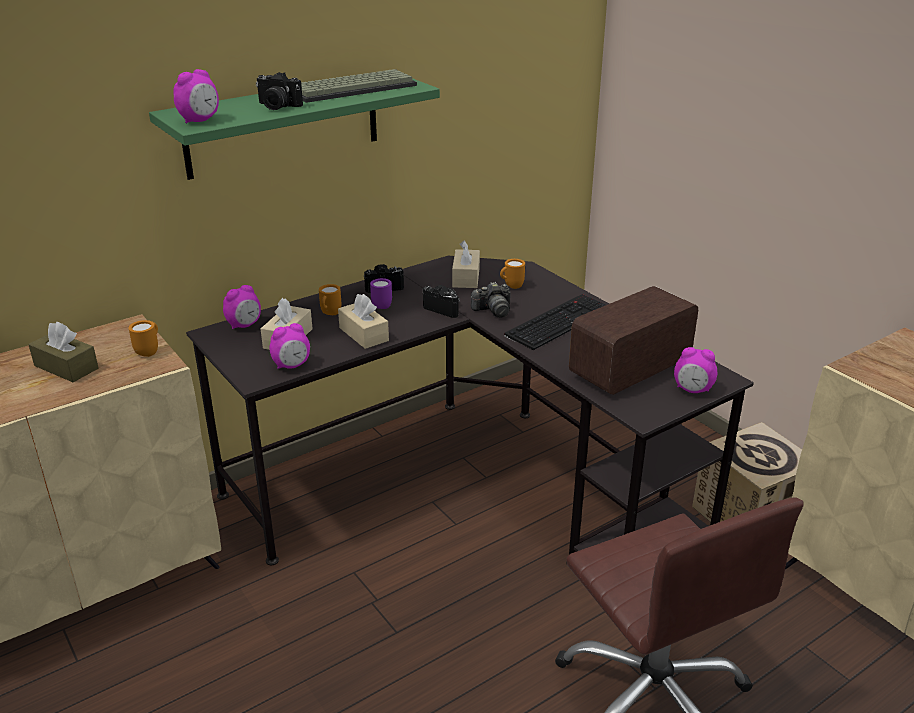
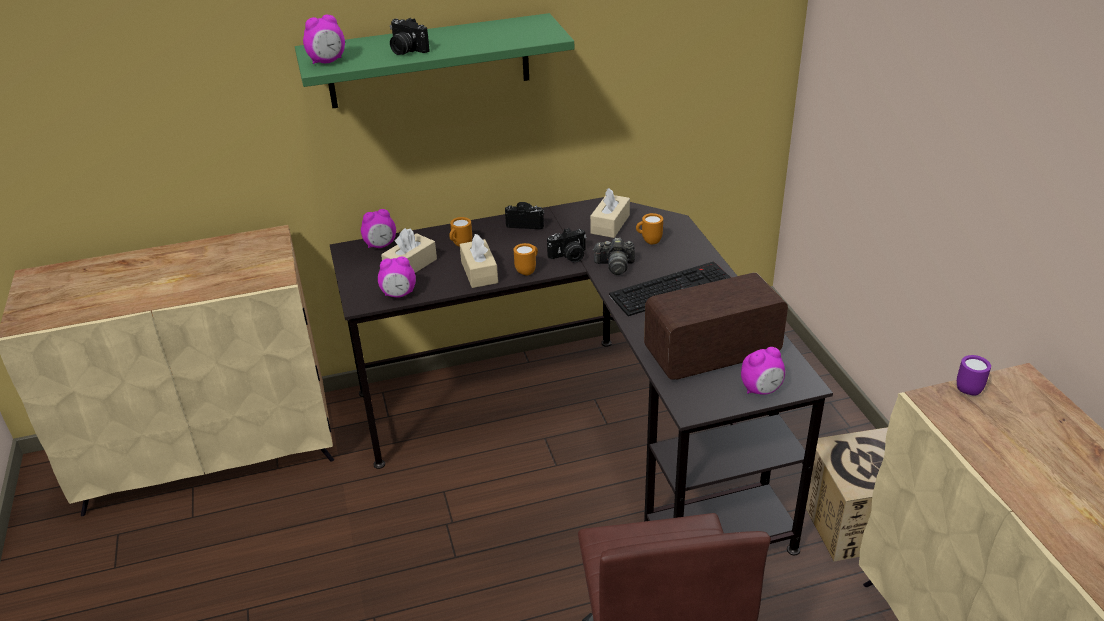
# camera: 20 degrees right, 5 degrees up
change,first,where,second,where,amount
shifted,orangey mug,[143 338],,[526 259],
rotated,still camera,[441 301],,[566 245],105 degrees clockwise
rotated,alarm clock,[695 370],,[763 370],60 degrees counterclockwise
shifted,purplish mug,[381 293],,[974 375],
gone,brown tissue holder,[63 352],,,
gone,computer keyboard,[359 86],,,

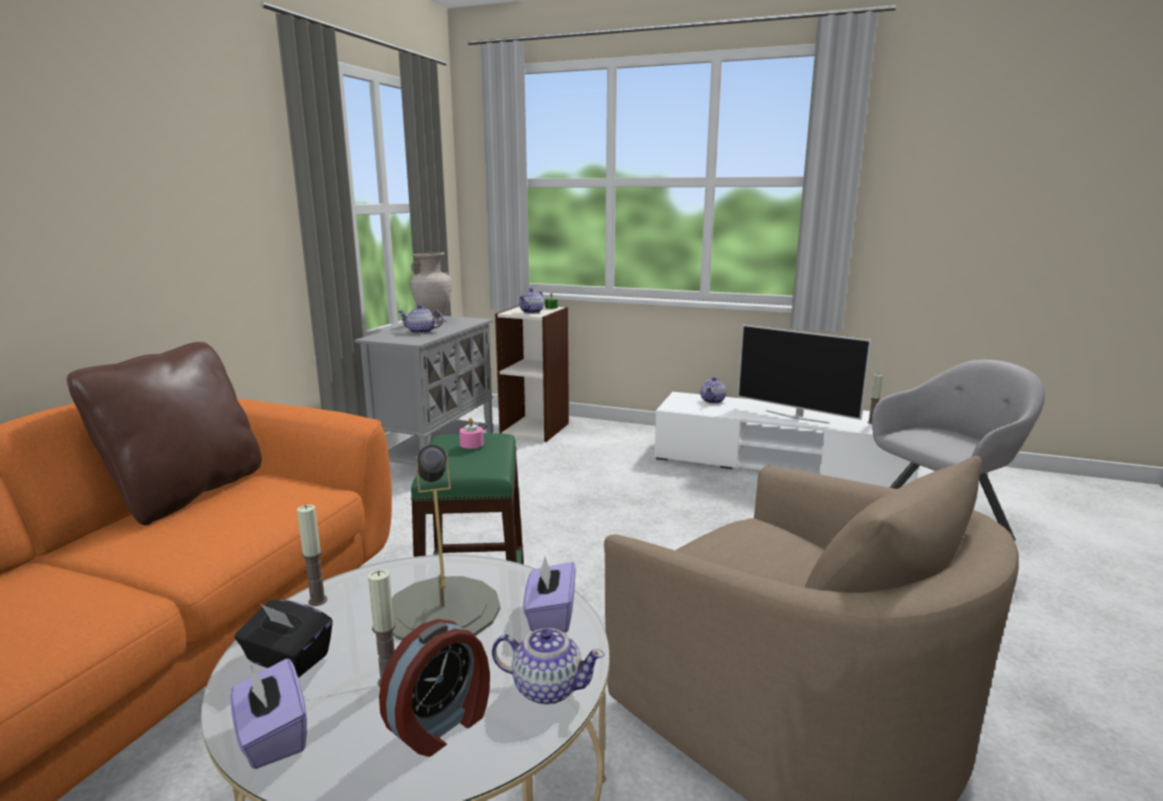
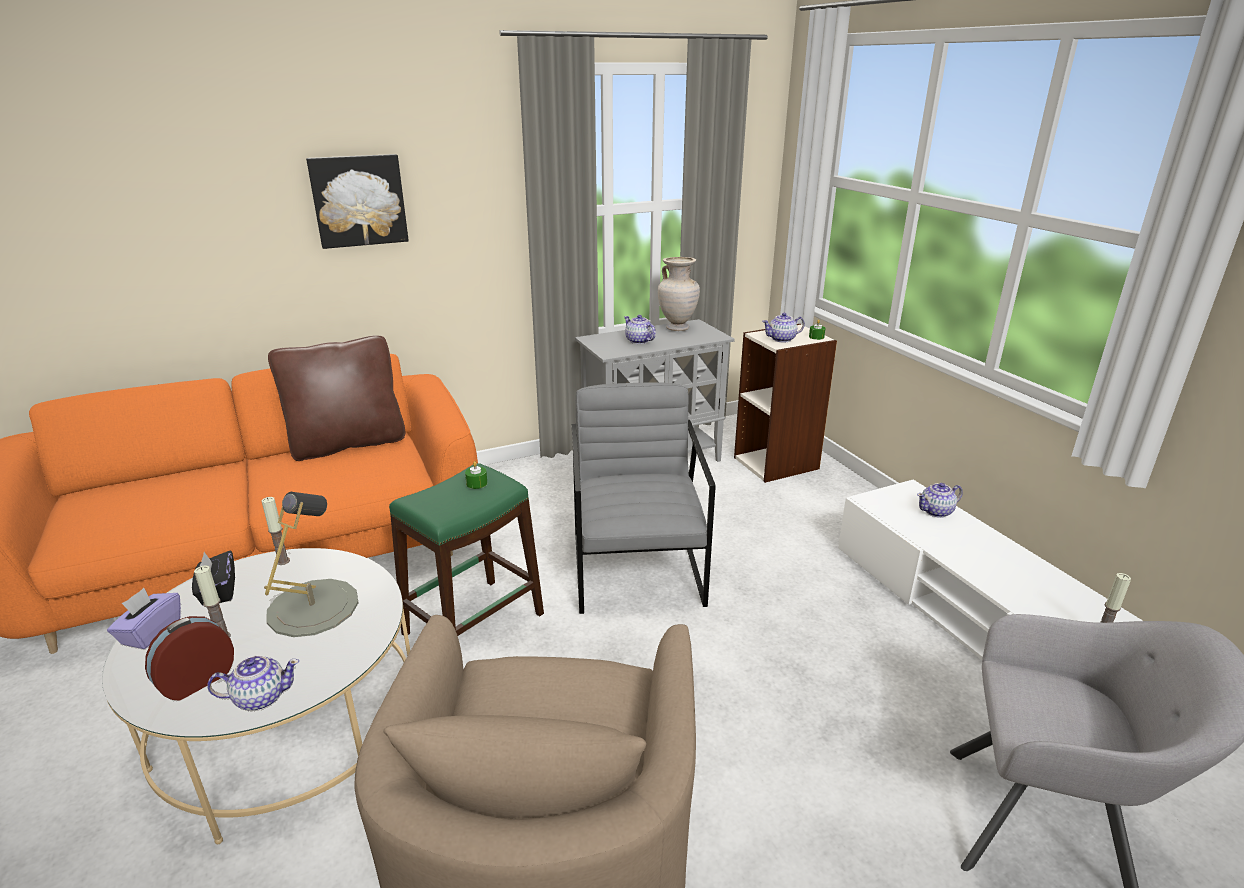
# camera: 45 degrees right, 10 degrees up
change,first,where,second,where,amount
rotated,alarm clock,[434 688],,[189 658],135 degrees clockwise
rotated,teapot,[548 666],,[253 683],75 degrees counterclockwise
new,,,wall art,[357 201],
repainted,pink wax candle,[471 433],green-coloured wax candle,[476 475],
new,,,gray easy chair,[644 498],
gone,purplish tissue holder,[549 594],,,
gone,TV,[804 374],,,

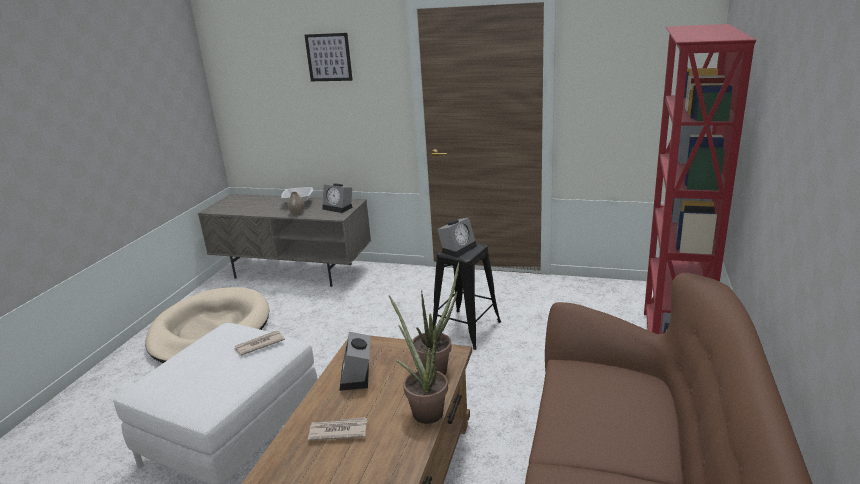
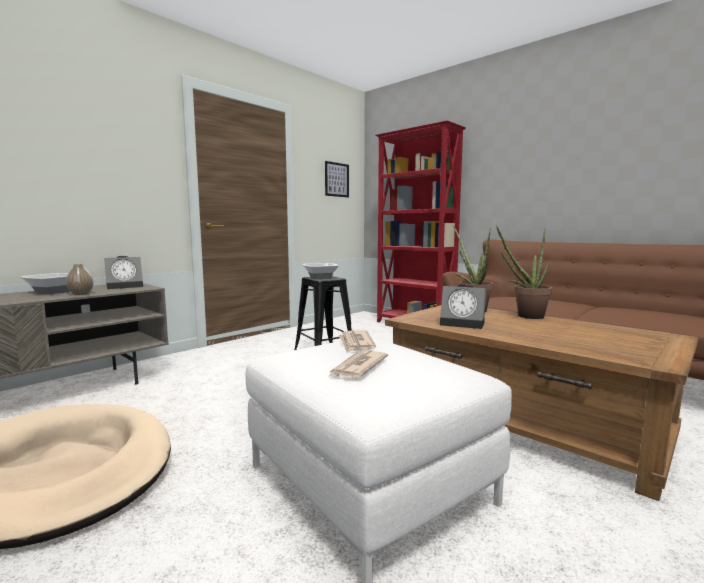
# camera: 65 degrees left, 15 degrees down
change,first,where,second,where,amount
swapped,alarm clock,[457 238],bowl,[321 271],
shifted,wall art,[328 57],,[337 179],
shifted,printed paper,[337 429],,[358 364],

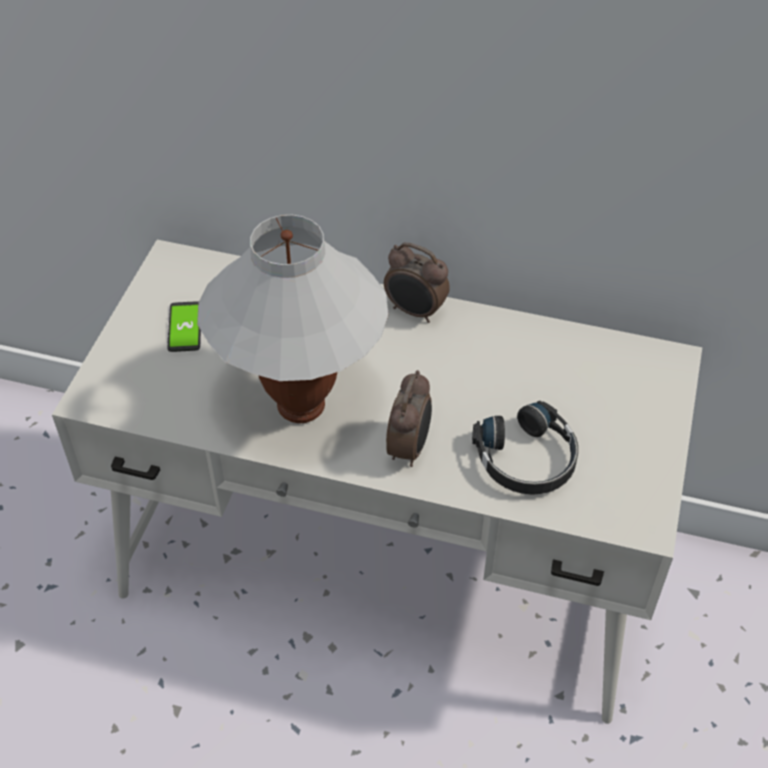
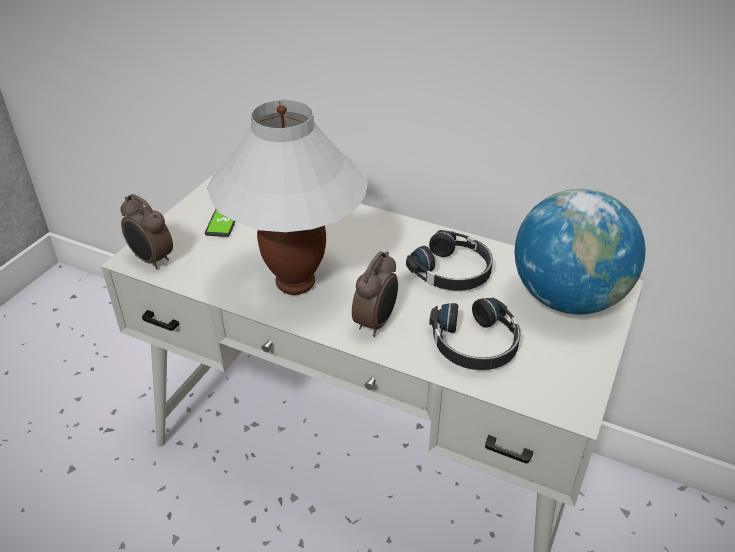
# camera: 10 degrees right, 10 degrees down
change,first,where,second,where,amount
shifted,alarm clock,[417 282],,[146 232],
new,,,blackish headset,[449 260],
new,,,world globe,[580 251],

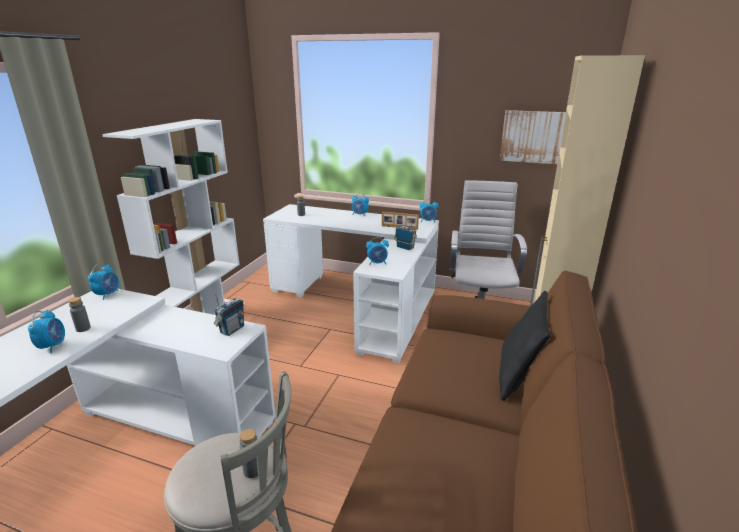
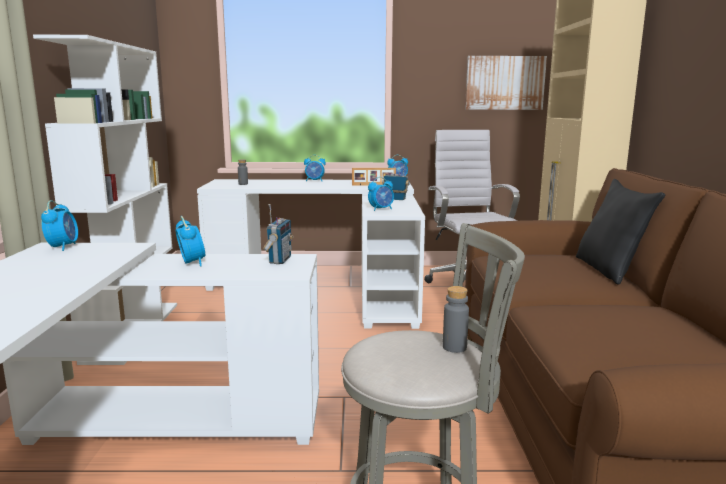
# camera: 20 degrees left, 10 degrees down
change,first,where,second,where,amount
shifted,alarm clock,[46 331],,[190 241],
gone,gray bottle,[79 314],,,

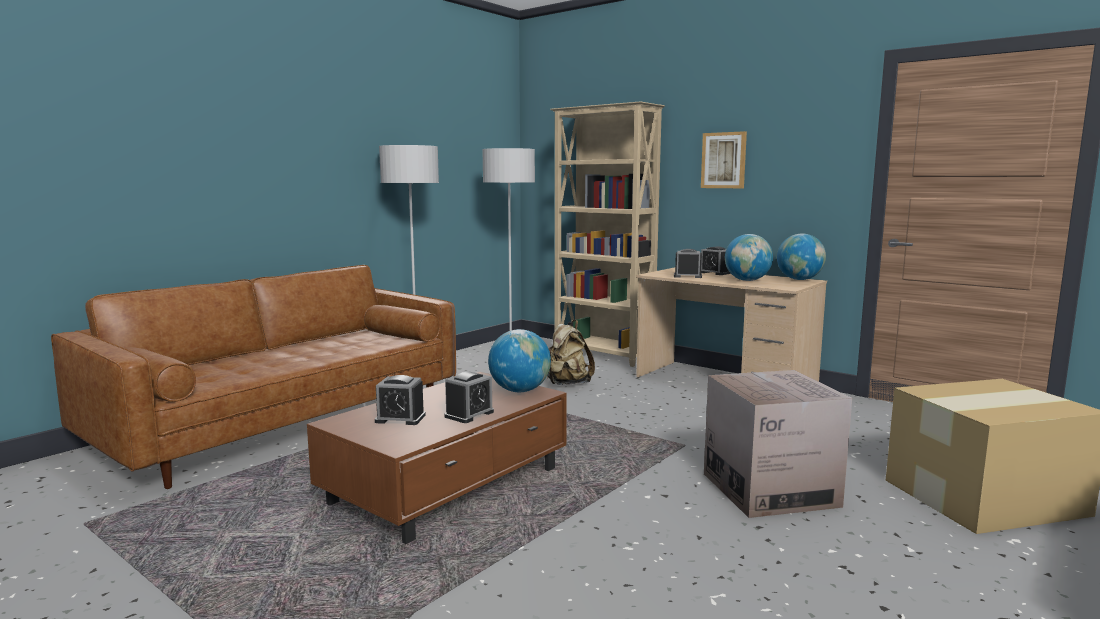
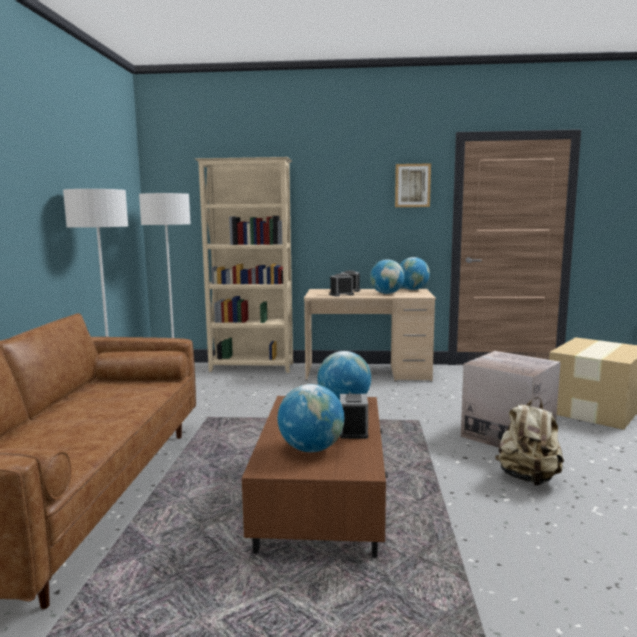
# camera: 35 degrees left, 0 degrees up
change,first,where,second,where,amount
swapped,alarm clock,[400 400],world globe,[311 418],
shifted,wall art,[724 159],,[413 185],
shifted,beige knapsack,[571 352],,[529 441],

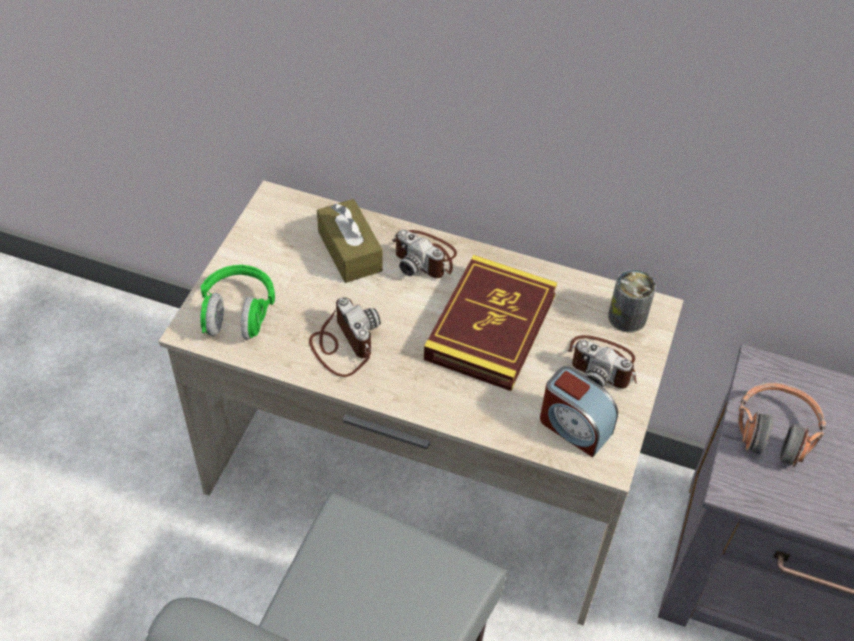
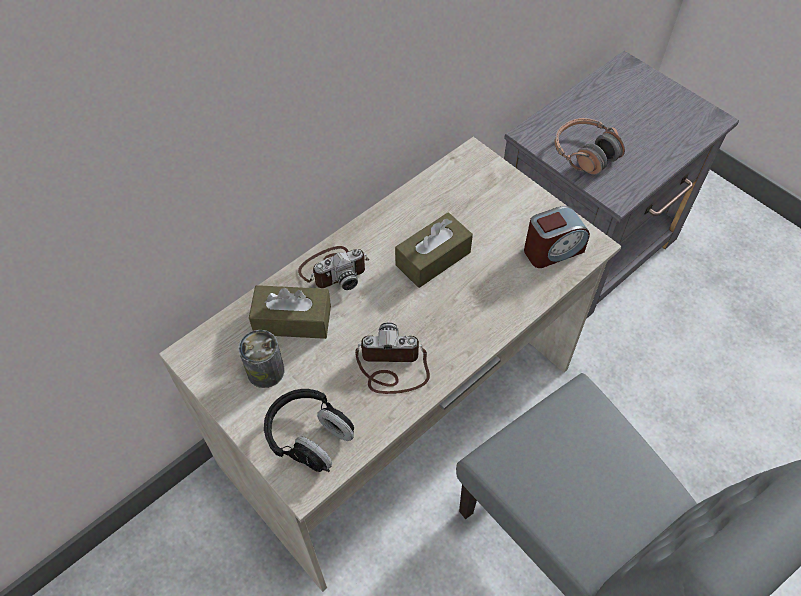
# camera: 60 degrees left, 5 degrees up
change,first,where,second,where,amount
shifted,can,[632 301],,[262 359],
repainted,green-coloured headset,[237 302],blackish headset,[309 430],
swapped,bound book,[490 323],brown tissue holder,[434 250],
gone,still camera,[602 362],,,

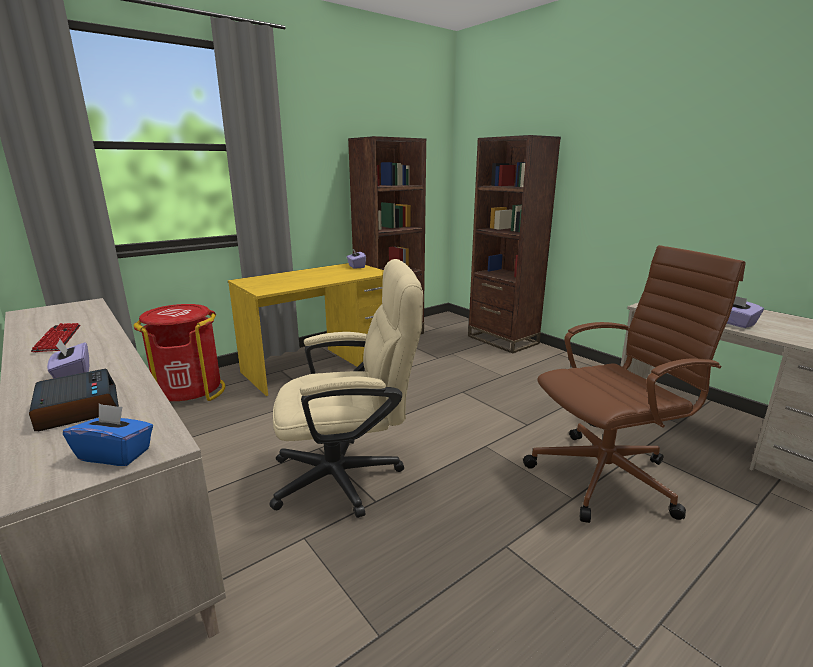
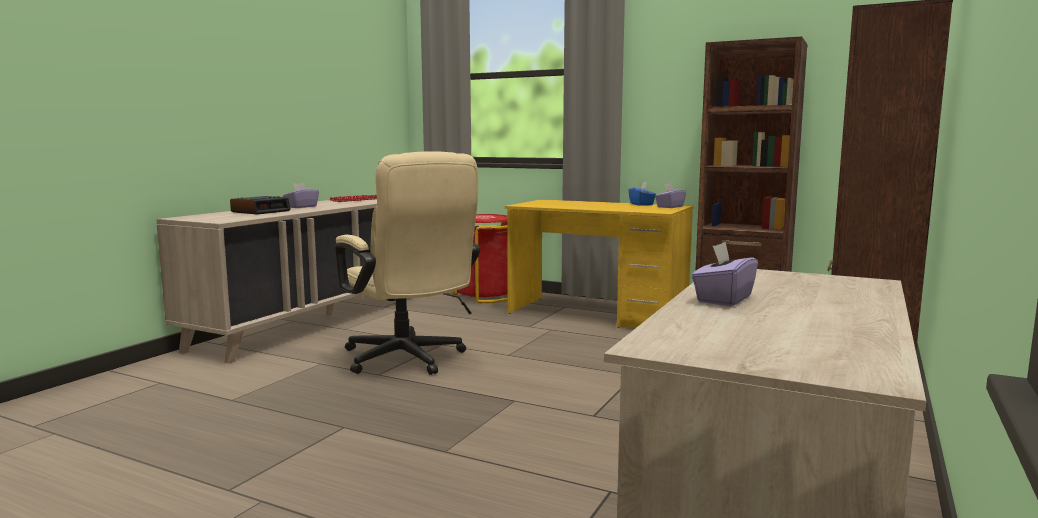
# camera: 65 degrees right, 10 degrees down
change,first,where,second,where,amount
shifted,blue tissue holder,[108 434],,[642 194],
gone,brown office chair,[634 384],,,

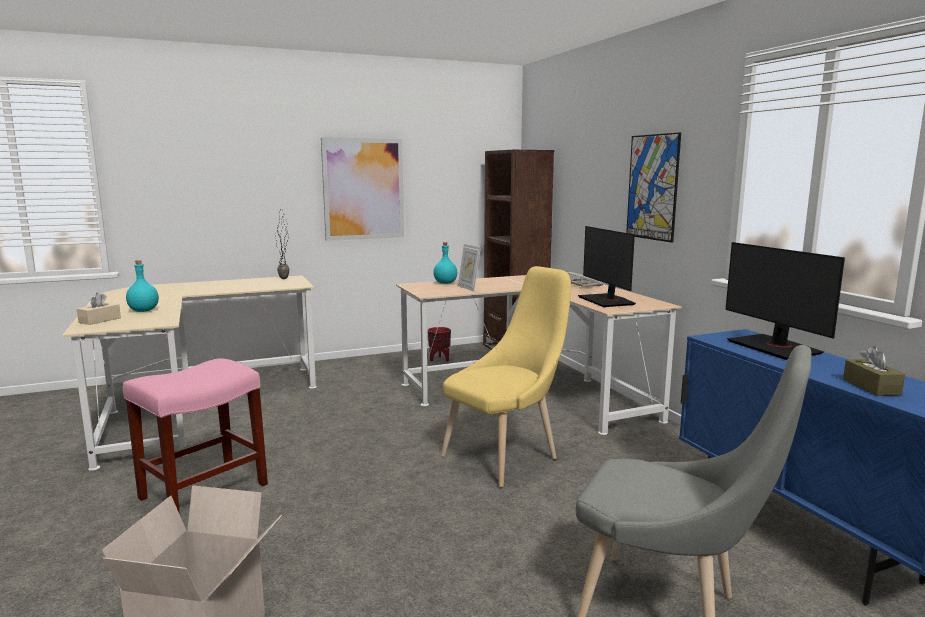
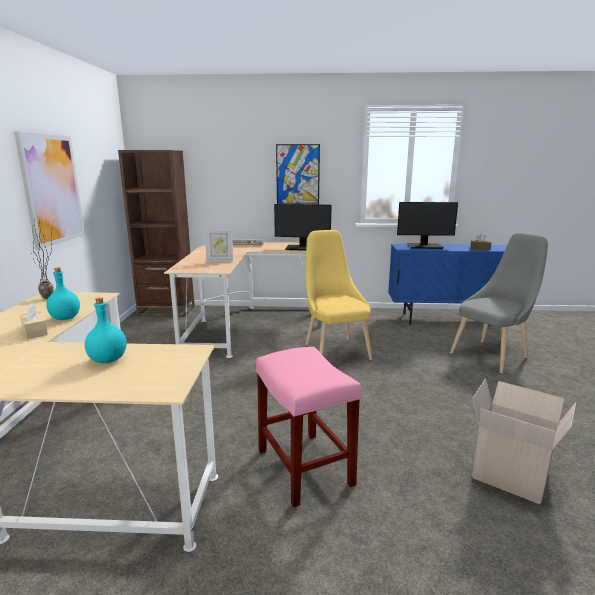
# camera: 65 degrees left, 5 degrees up
change,first,where,second,where,amount
shifted,beige tissue holder,[99 309],,[34 321],
shifted,turquoise bottle,[445 263],,[63 294],
gone,red planter,[439 344],,,

